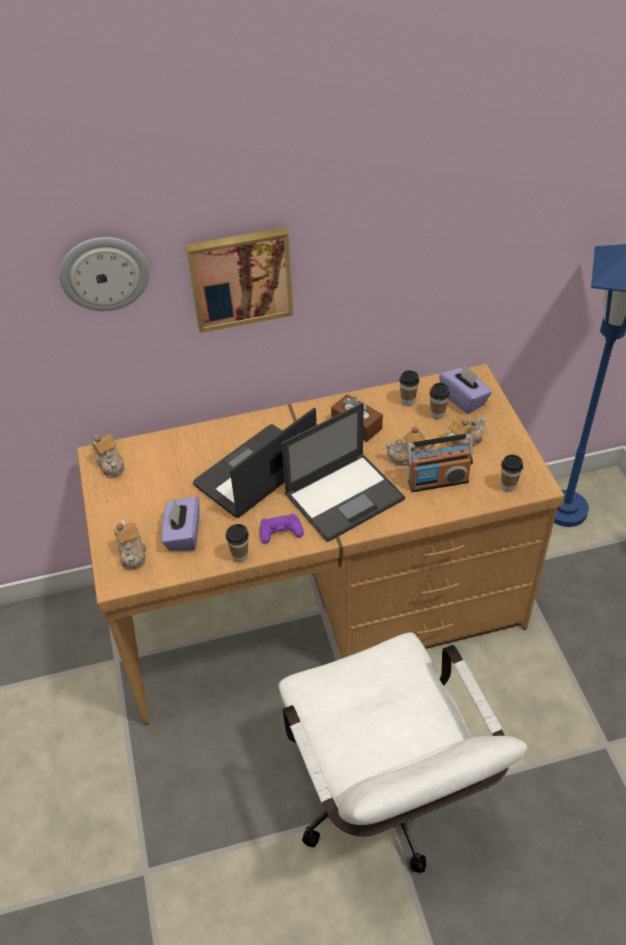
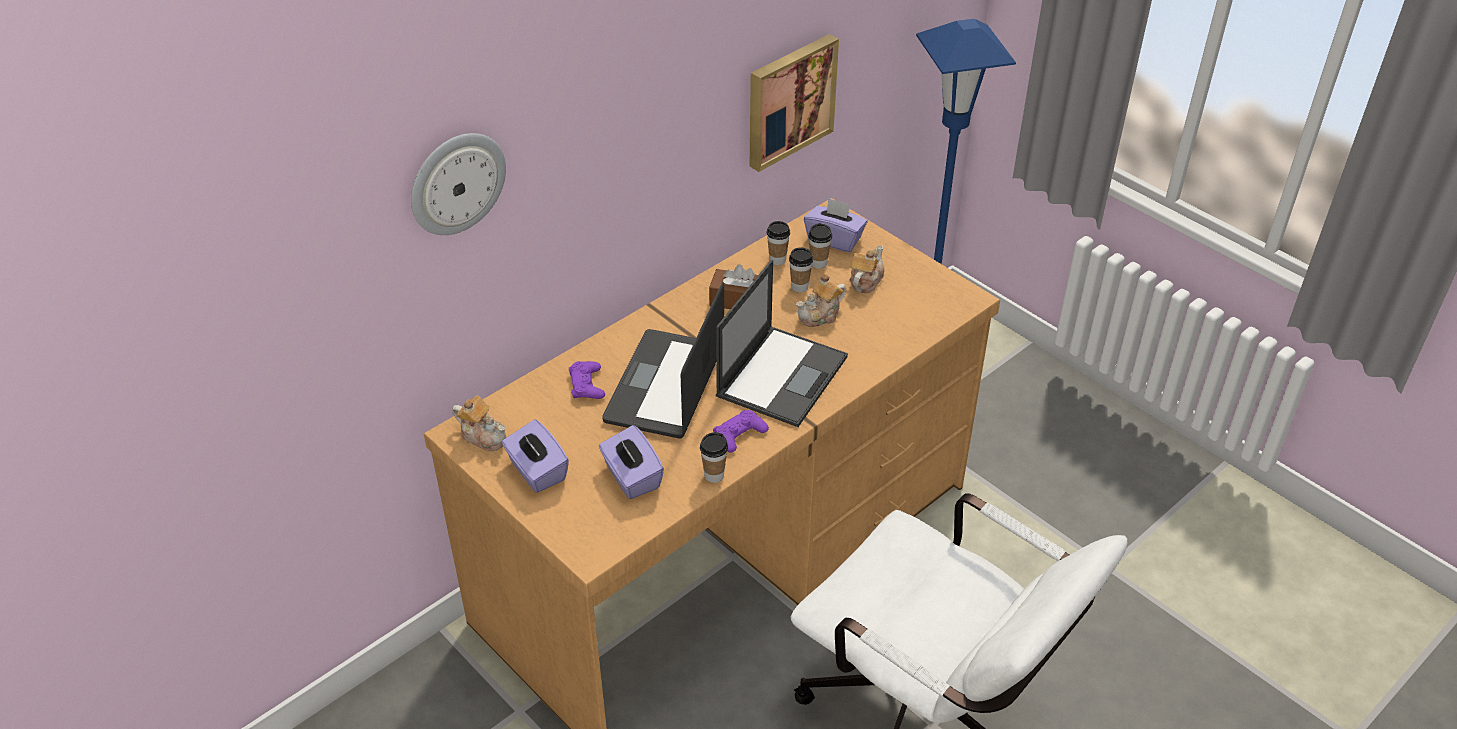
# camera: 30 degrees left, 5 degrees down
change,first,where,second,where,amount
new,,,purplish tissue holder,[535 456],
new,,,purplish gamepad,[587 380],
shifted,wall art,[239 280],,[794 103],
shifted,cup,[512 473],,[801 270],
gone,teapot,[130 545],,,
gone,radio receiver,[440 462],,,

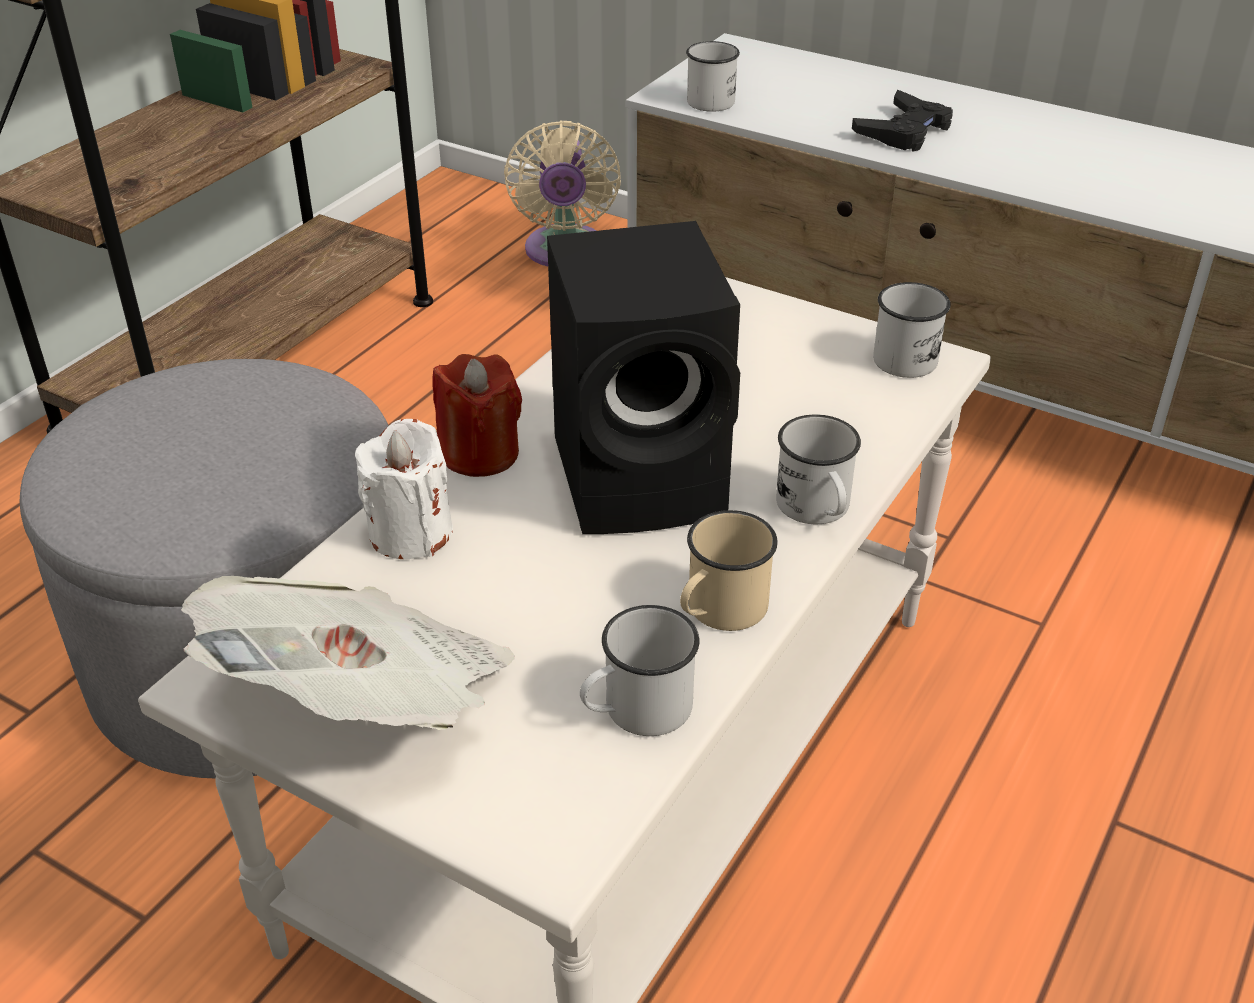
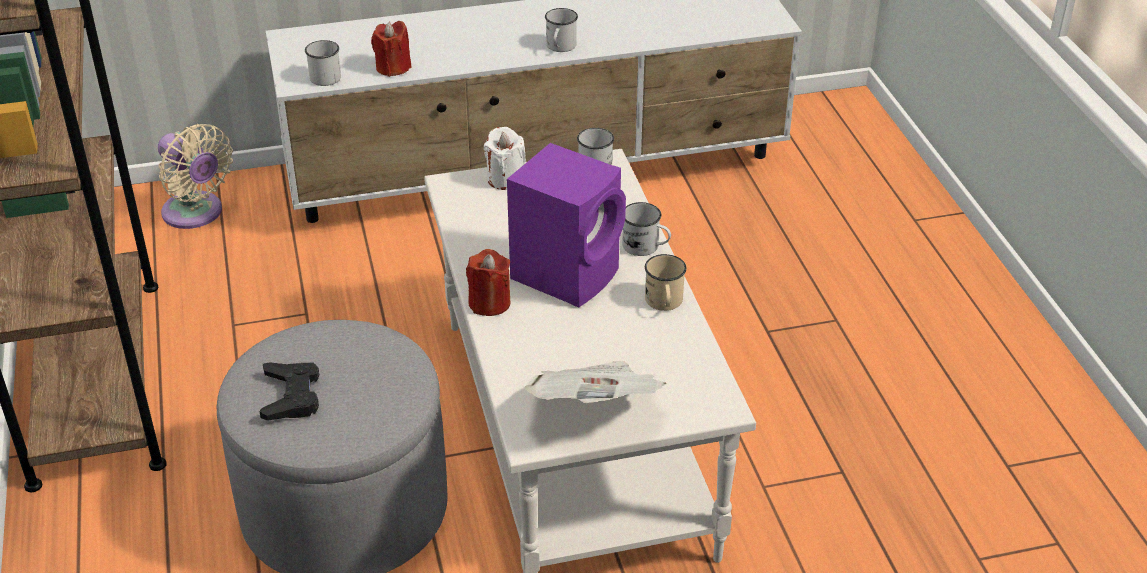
# camera: 45 degrees left, 0 degrees up
change,first,where,second,where,amount
shifted,blackish gamepad,[902 121],,[289 391],
new,,,red wax candle,[391 49],
shifted,white wax candle,[404 489],,[505 158],
repainted,blackish audio speaker,[643 377],purplish audio speaker,[566 225],
shifted,white mug,[640 670],,[561 30],

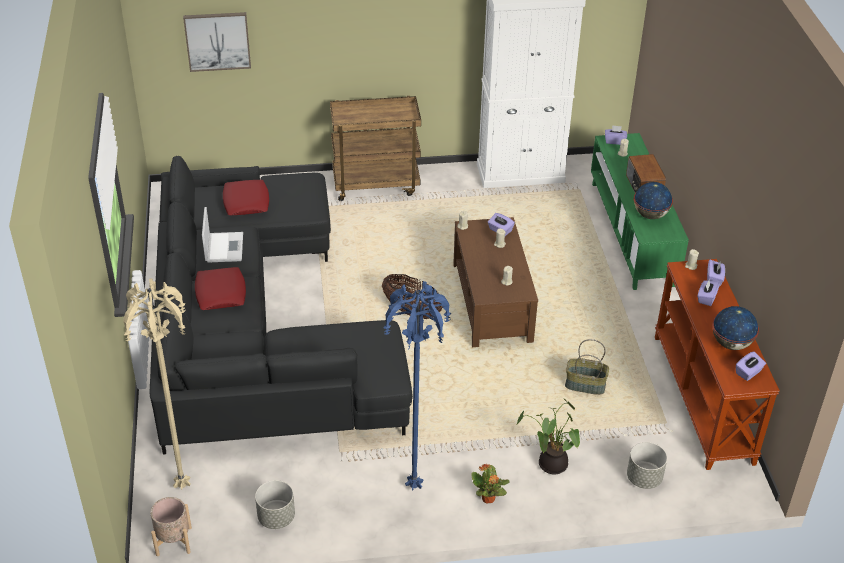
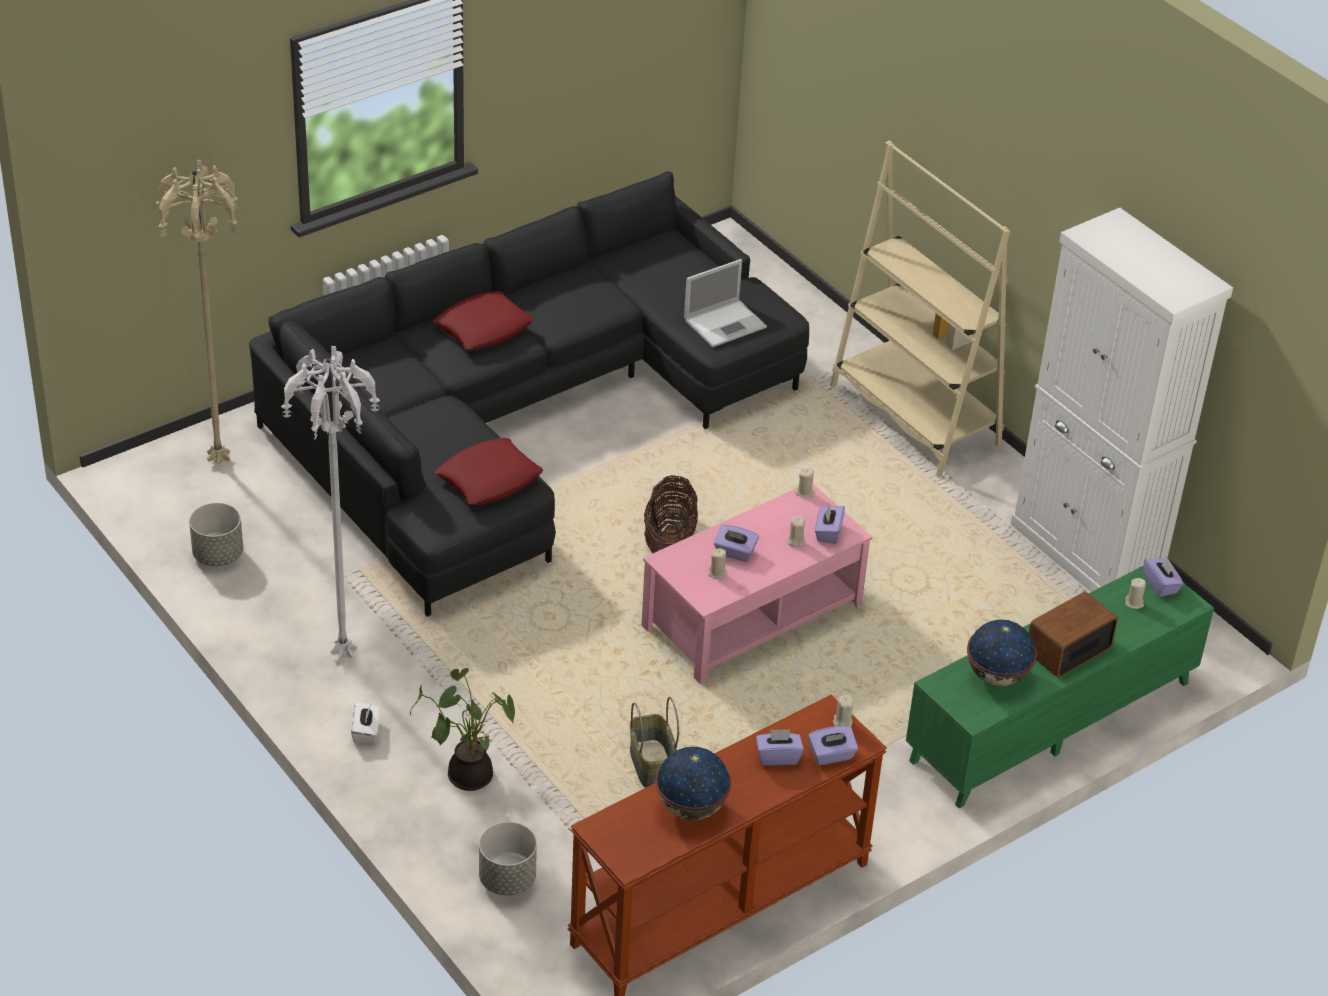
# camera: 60 degrees right, 0 degrees up
change,first,where,second,where,amount
repainted,blue standing lamp,[417 385],white standing lamp,[330 503],
swapped,potted plant,[490 484],white tissue holder,[365 722],
shifted,red throw pillow,[246 197],,[489 471],
repainted,brown low table,[495 282],pink low table,[756 584],
shifted,laptop,[222 235],,[725 303],
shifted,purplish tissue holder,[751 366],,[736 543],
swapped,brown trolley,[375 148],beige bookcase,[920 308],
gone,beige planter,[171 526],,,
gone,wall art,[217 42],,,

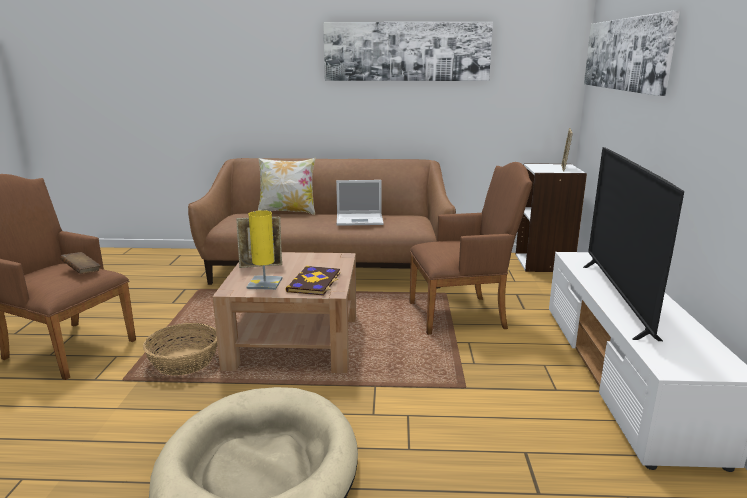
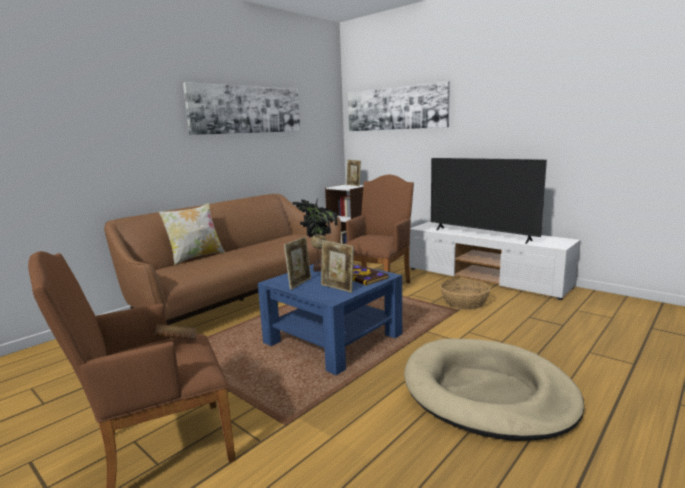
# camera: 50 degrees left, 5 degrees down
change,first,where,second,where,amount
repainted,brown low table,[284 312],blue low table,[330 320],
new,,,potted plant,[315 235],
swapped,yellow-coloured table lamp,[265 250],standing frame,[337 266],
shifted,household basket,[180 349],,[465 294],
gone,laptop,[360 203],,,

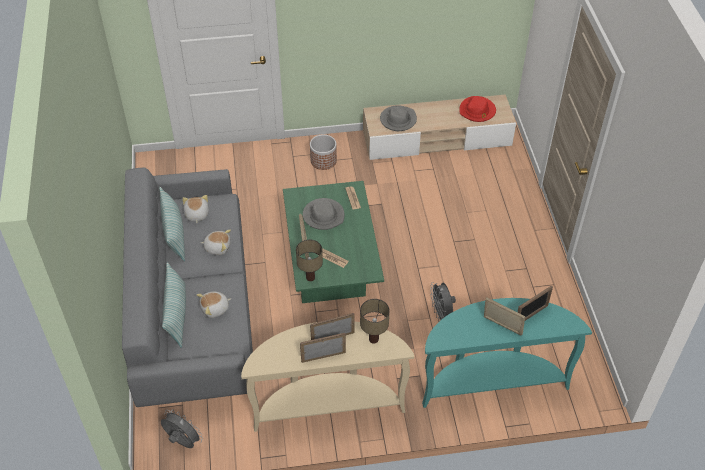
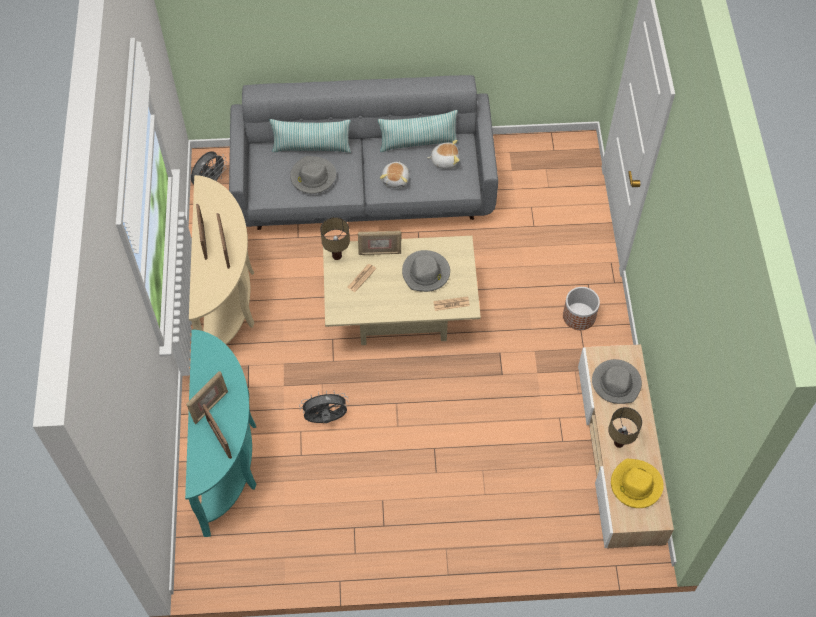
# camera: 95 degrees right, 10 degrees up
change,first,where,second,where,amount
swapped,plush toy,[214 305],gray hat,[313 175],
repainted,green-coloured low table,[333 242],beige low table,[402 290],
shifted,table lamp,[375 321],,[625 427],
repainted,red hat,[477 109],yellow-coloured hat,[637 483],

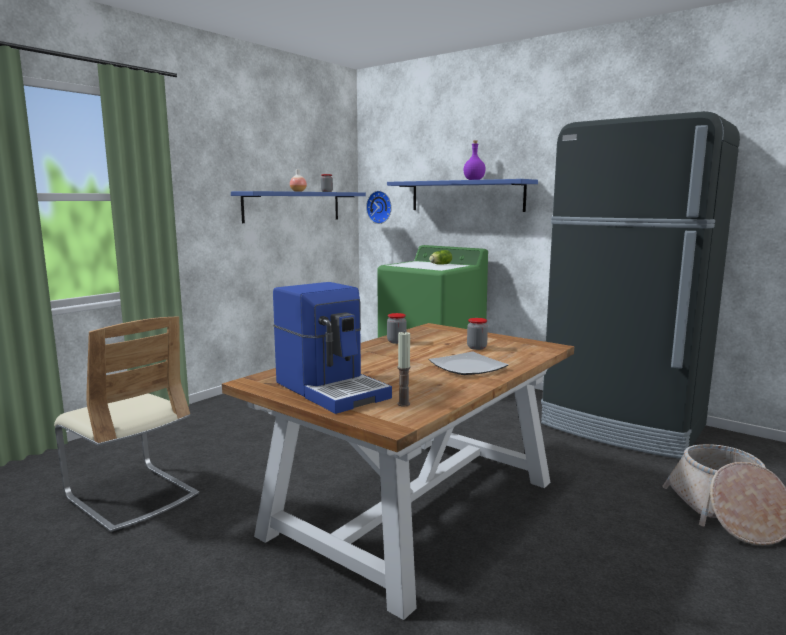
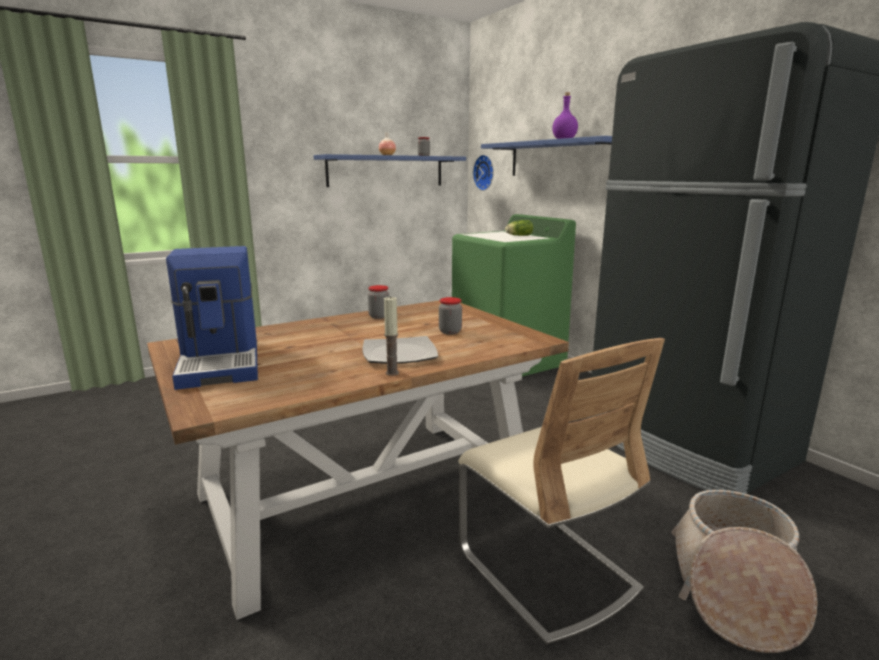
# camera: 20 degrees right, 5 degrees up
change,first,where,second,where,amount
shifted,wax candle,[404 369],,[391 336],
shifted,beige upright chair,[126 424],,[561 492],

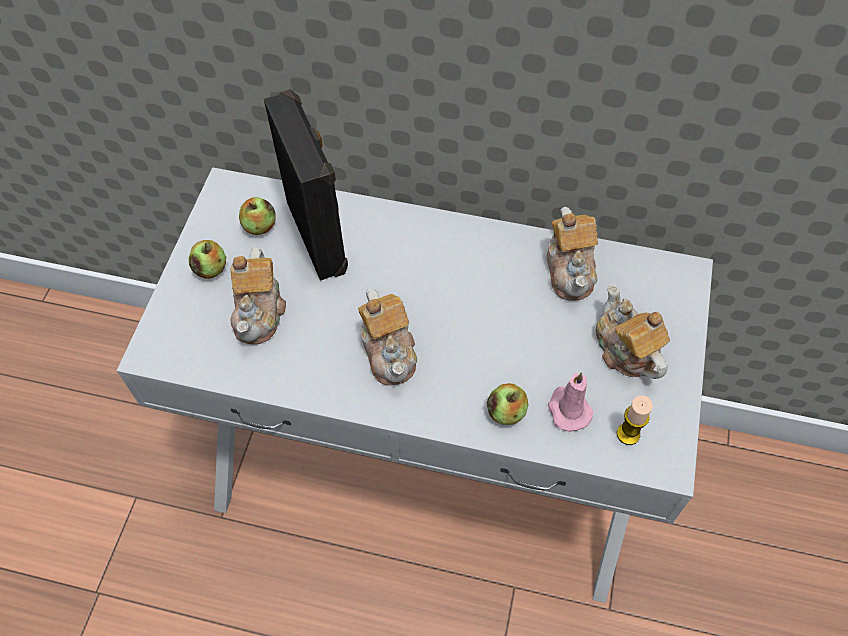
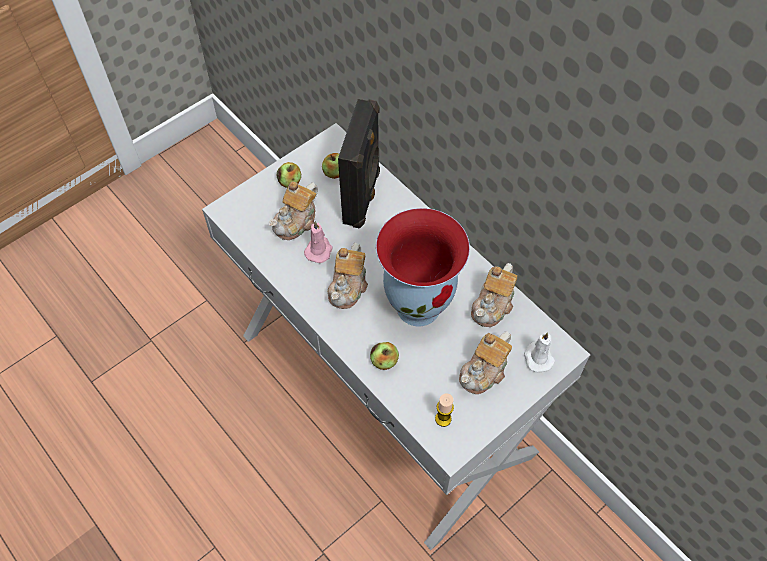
# camera: 35 degrees right, 0 degrees up
change,first,where,second,where,amount
shifted,pink wax candle,[571 402],,[318 242],
new,,,decorative vase,[423 267],
rotated,teapot,[633 331],,[485 362],150 degrees counterclockwise
new,,,white wax candle,[539 352],

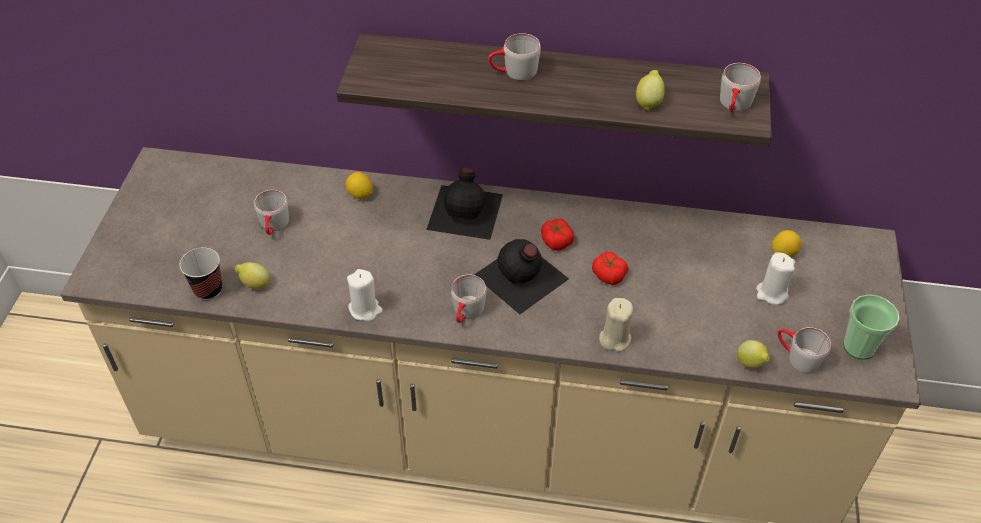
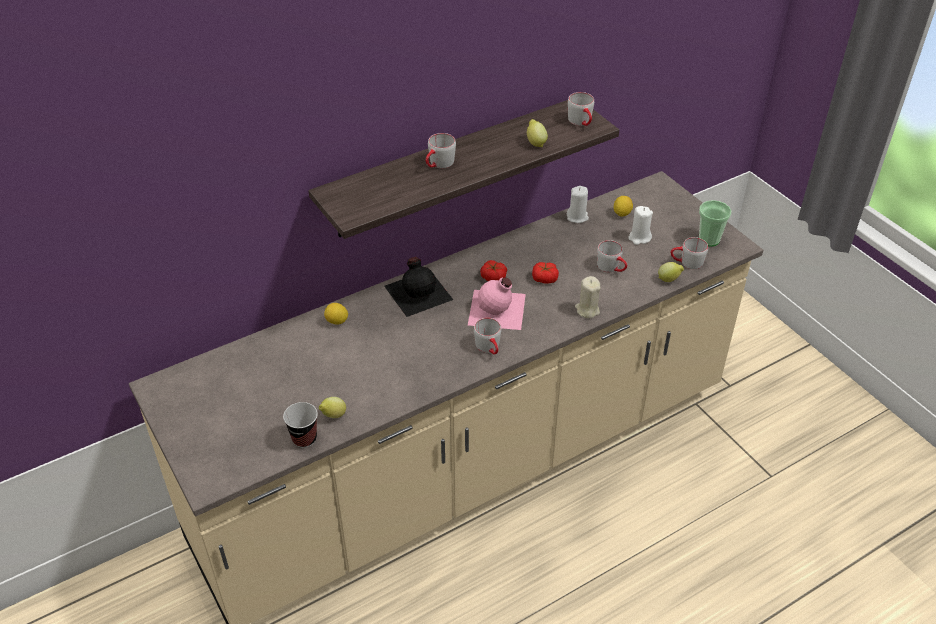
# camera: 40 degrees left, 5 degrees down
change,first,where,second,where,amount
repainted,blackish bottle,[521 276],pink bottle,[497 304],
shifted,white wax candle,[365 295],,[578 204],
shifted,gray mug,[271 212],,[612 256],

